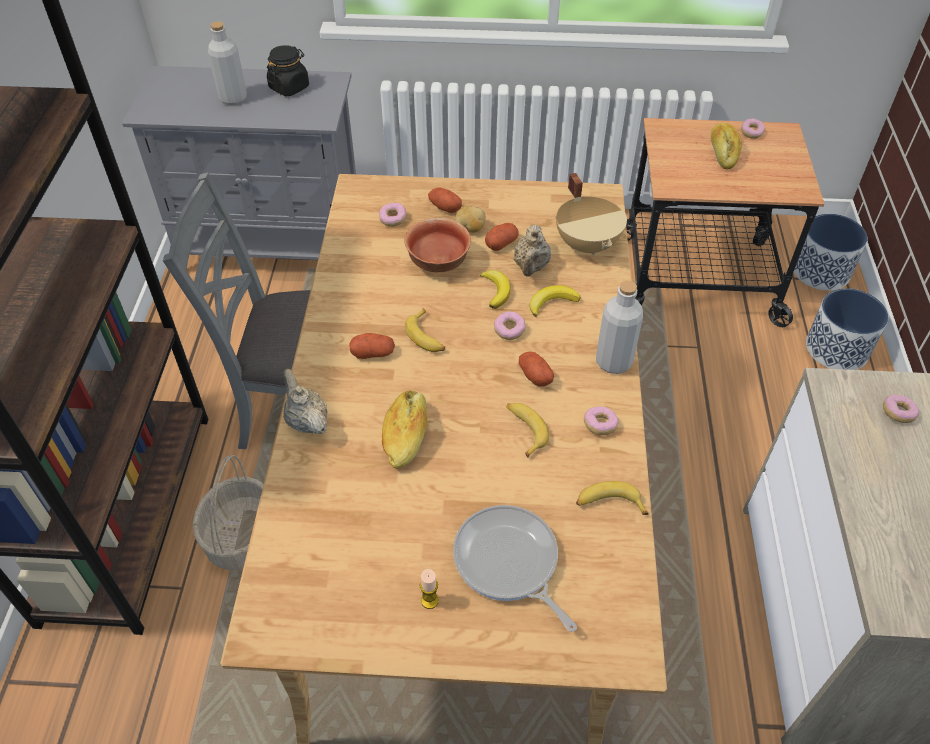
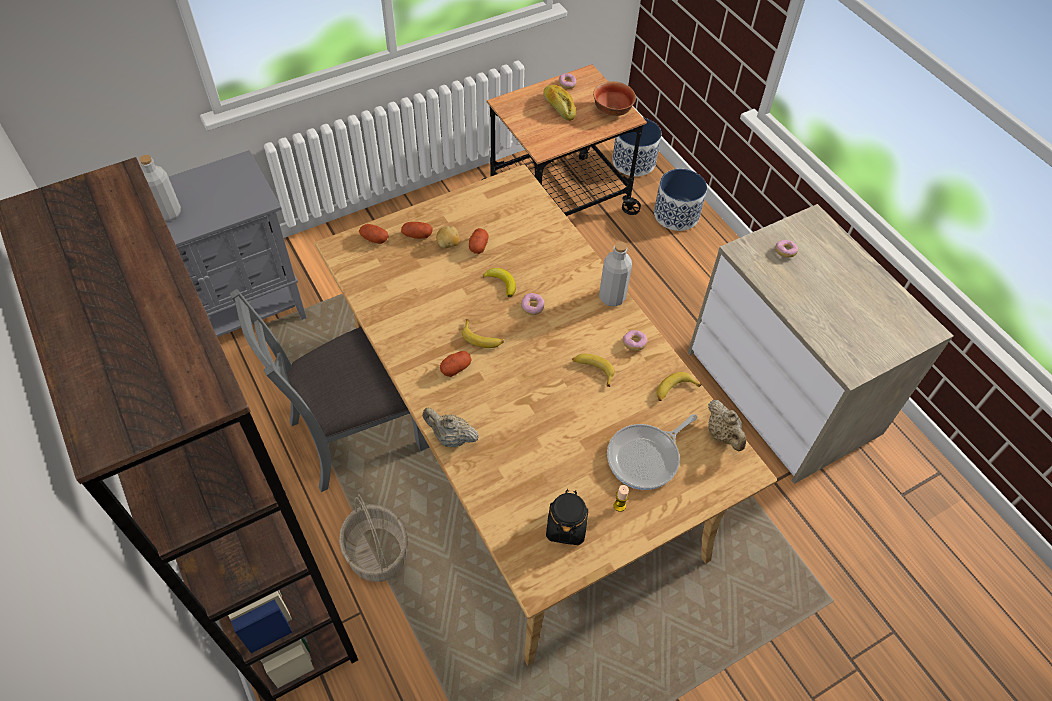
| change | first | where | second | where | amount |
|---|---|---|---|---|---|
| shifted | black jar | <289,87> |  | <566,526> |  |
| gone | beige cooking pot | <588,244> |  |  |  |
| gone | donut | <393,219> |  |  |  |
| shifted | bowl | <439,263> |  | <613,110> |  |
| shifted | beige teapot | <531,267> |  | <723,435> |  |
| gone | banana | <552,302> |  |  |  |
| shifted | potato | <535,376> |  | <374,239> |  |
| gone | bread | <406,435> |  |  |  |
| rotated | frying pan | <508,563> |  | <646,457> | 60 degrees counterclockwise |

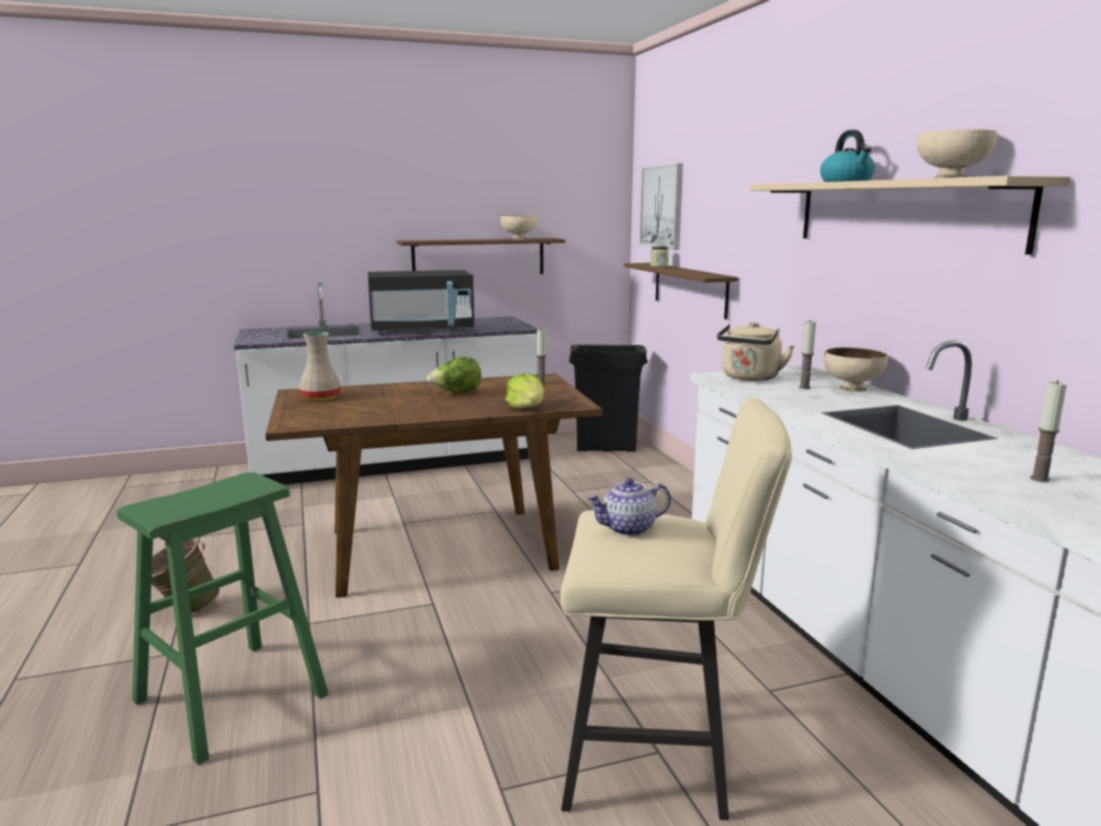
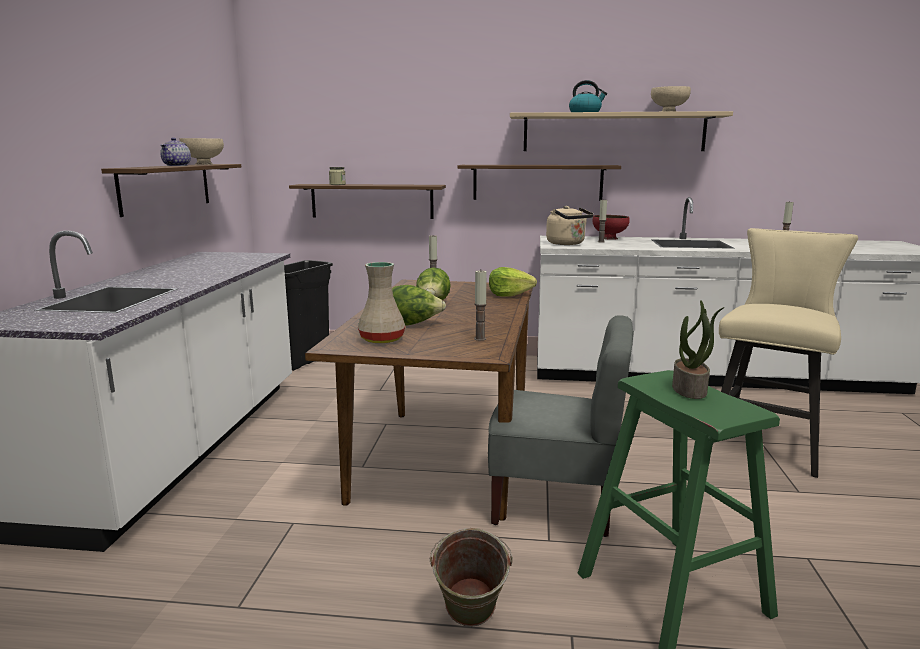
| change | first | where | second | where | amount |
|---|---|---|---|---|---|
| gone | picture | <662,207> |  |  |  |
| gone | black microwave | <422,330> |  |  |  |
| repainted | beige bowl | <852,388> | red bowl | <609,238> |  |
| shifted | teapot | <628,529> |  | <177,165> |  |
| new |  |  | brown shelf | <537,182> |  |
| new |  |  | candle | <480,339> |  |
| new |  |  | lettuce | <413,324> |  |
| new |  |  | potted plant | <690,390> |  |
| new |  |  | grey chair | <555,503> |  |

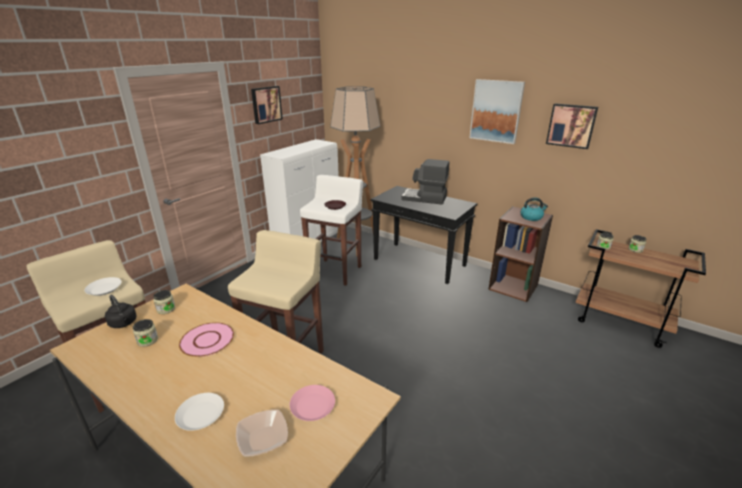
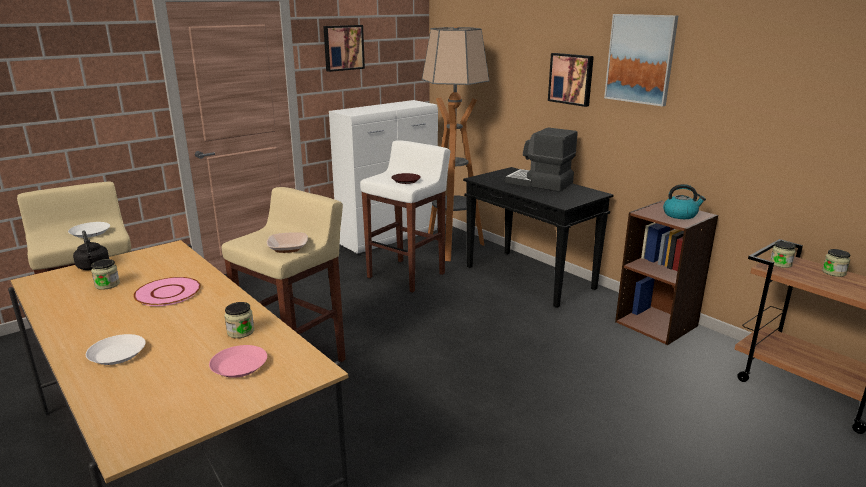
| change | first | where | second | where | amount |
|---|---|---|---|---|---|
| shifted | picture | <571,125> |  | <571,79> |  |
| shifted | jar | <166,309> |  | <240,332> |  |
| shifted | bowl | <263,439> |  | <288,248> |  |

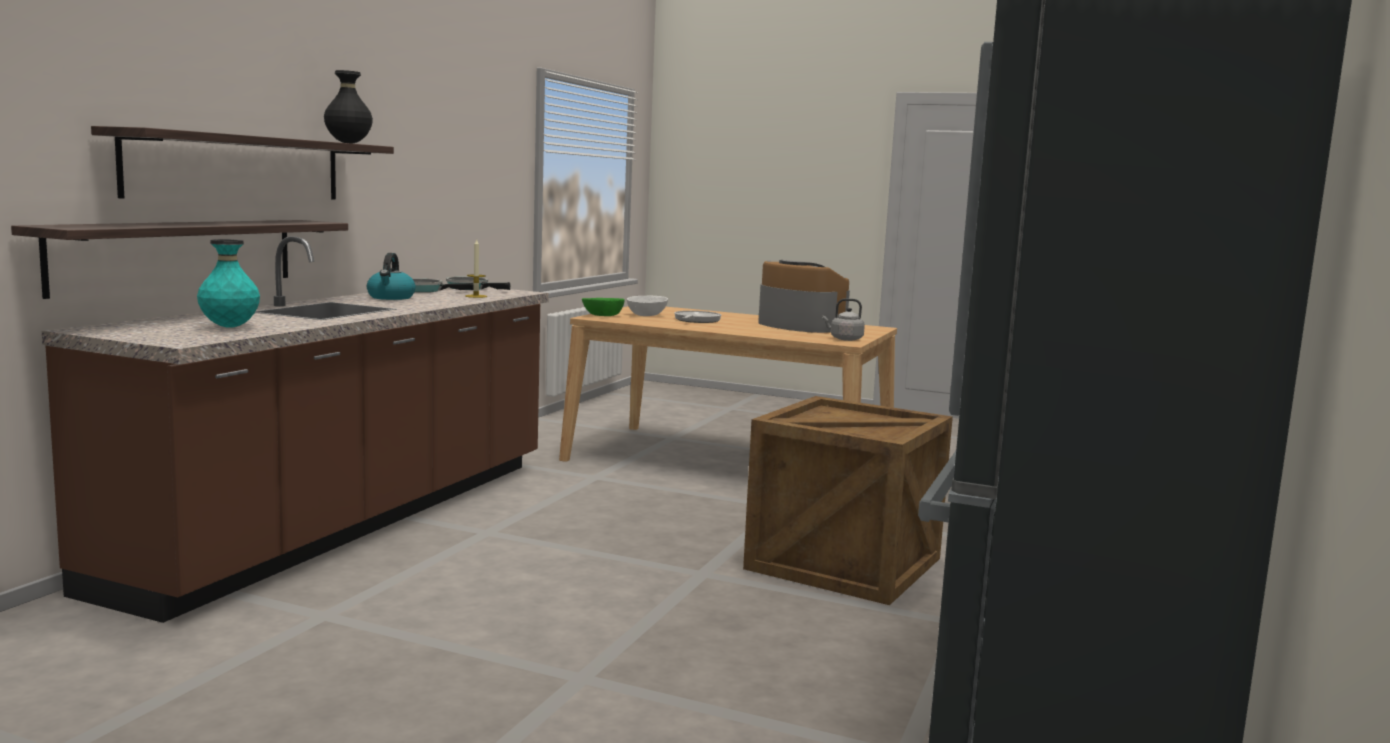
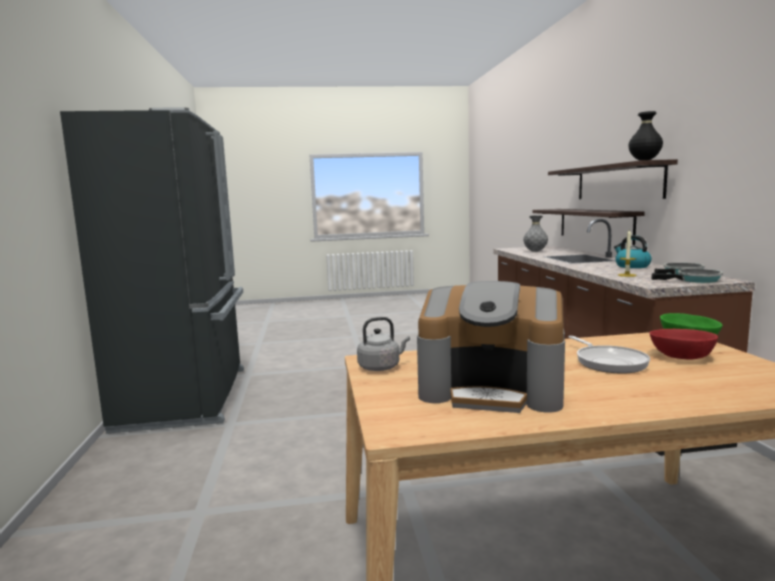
| change | first | where | second | where | amount |
|---|---|---|---|---|---|
| repainted | turquoise vase | <229,327> | grey vase | <535,251> |  |
| repainted | white bowl | <646,315> | red bowl | <682,357> |  |
| gone | crate | <847,563> |  |  |  |

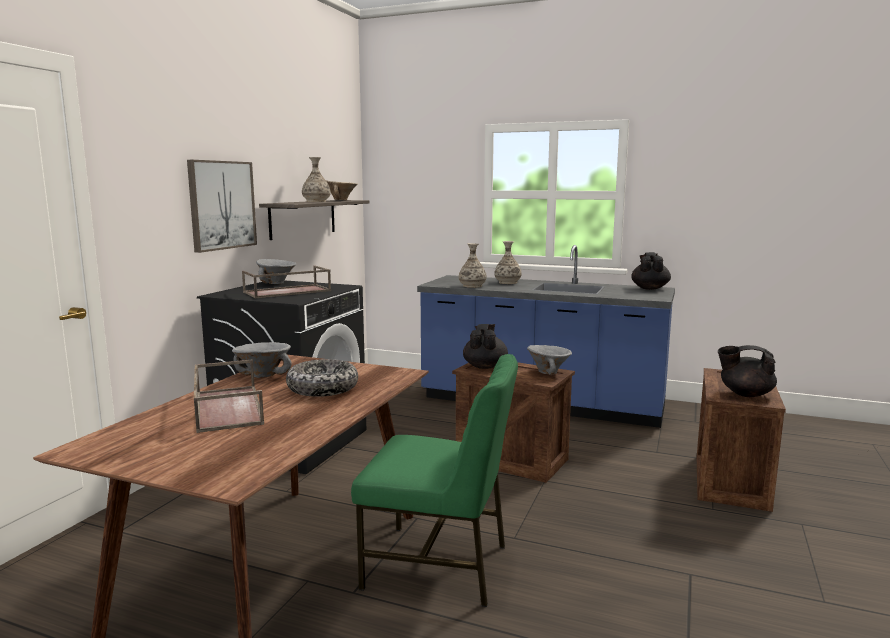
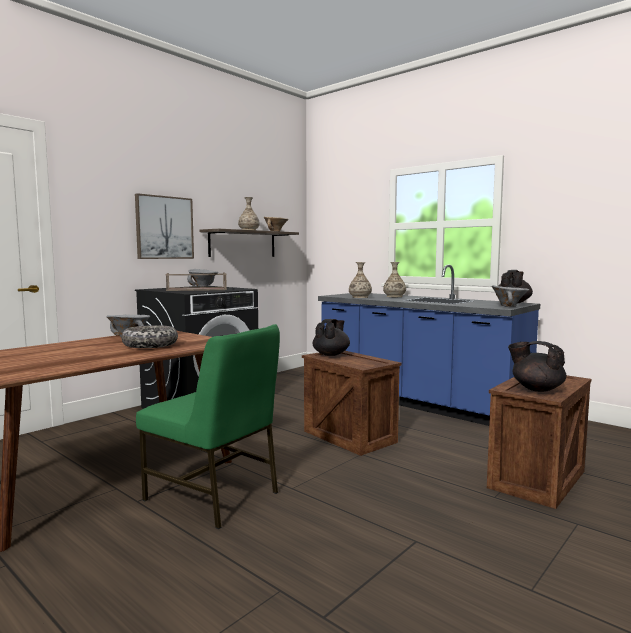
| change | first | where | second | where | amount |
|---|---|---|---|---|---|
| shifted | grey bowl | <549,372> |  | <509,306> |  |
| gone | brown tray | <226,408> |  |  |  |

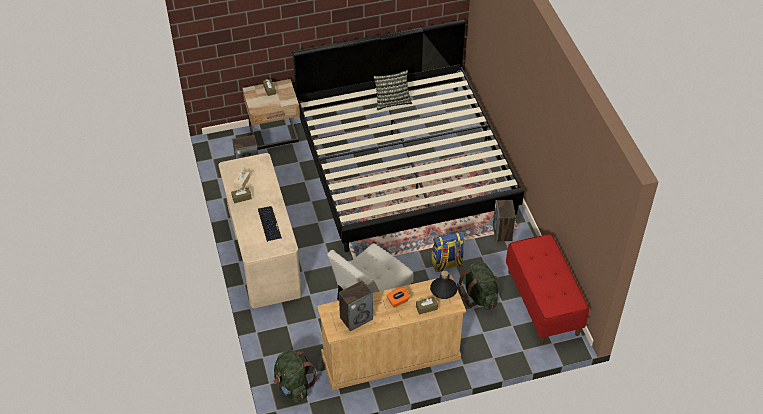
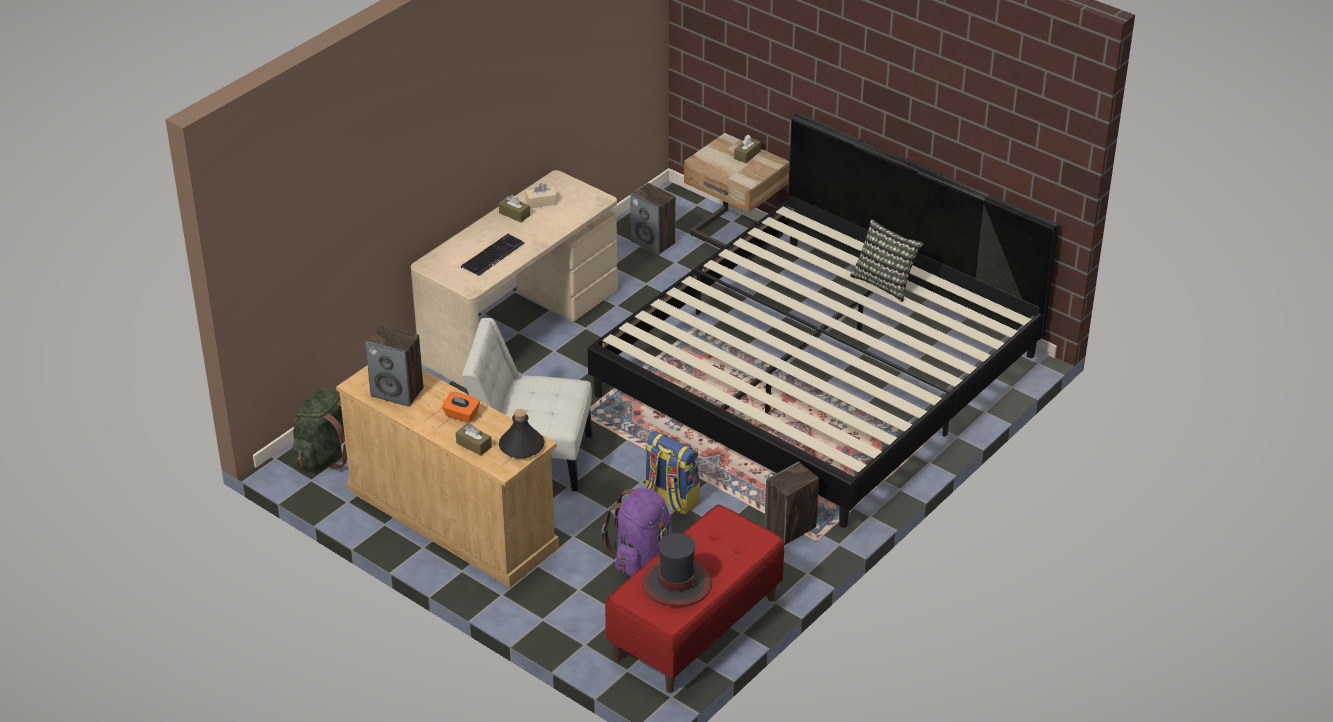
| change | first | where | second | where | amount |
|---|---|---|---|---|---|
| repainted | green backpack | <479,296> | purple backpack | <641,557> |  |
| new |  |  | hat | <676,583> |  |

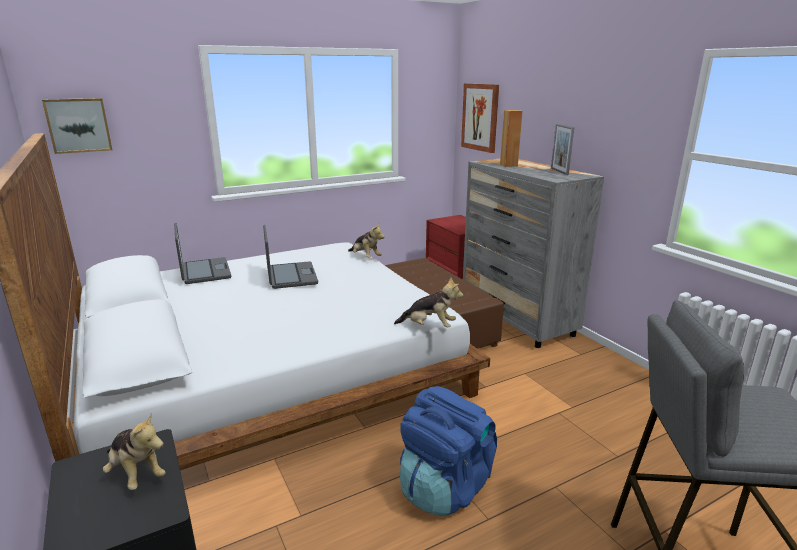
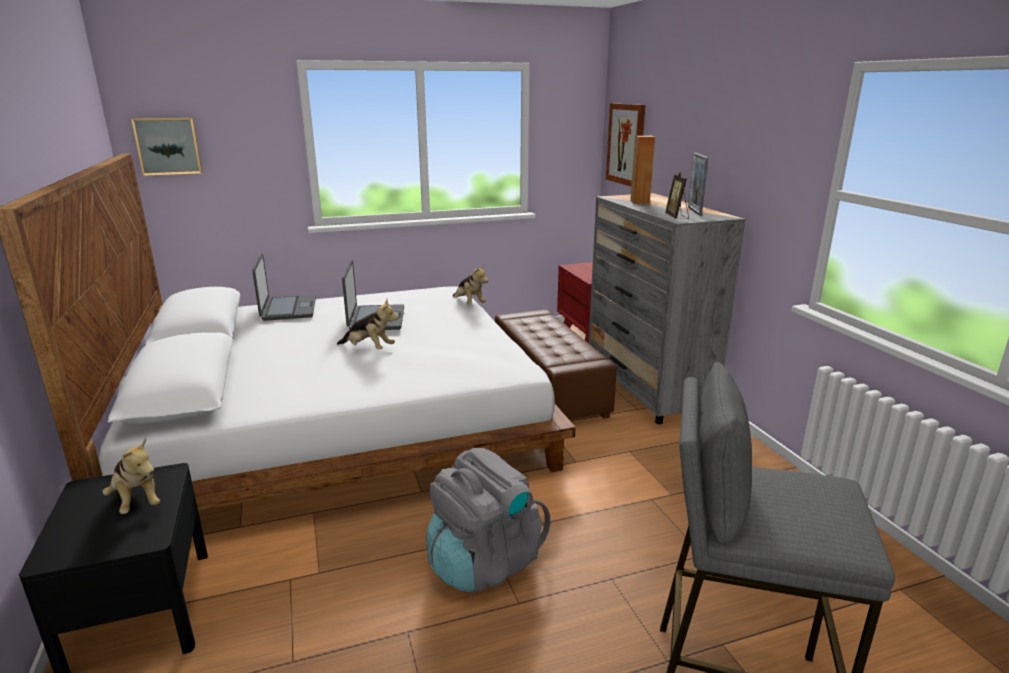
| change | first | where | second | where | amount |
|---|---|---|---|---|---|
| shifted | plush toy | <429,326> |  | <369,349> |  |
| repainted | blue backpack | <445,486> | grey backpack | <484,563> |  |
| new |  |  | picture frame | <677,217> |  |

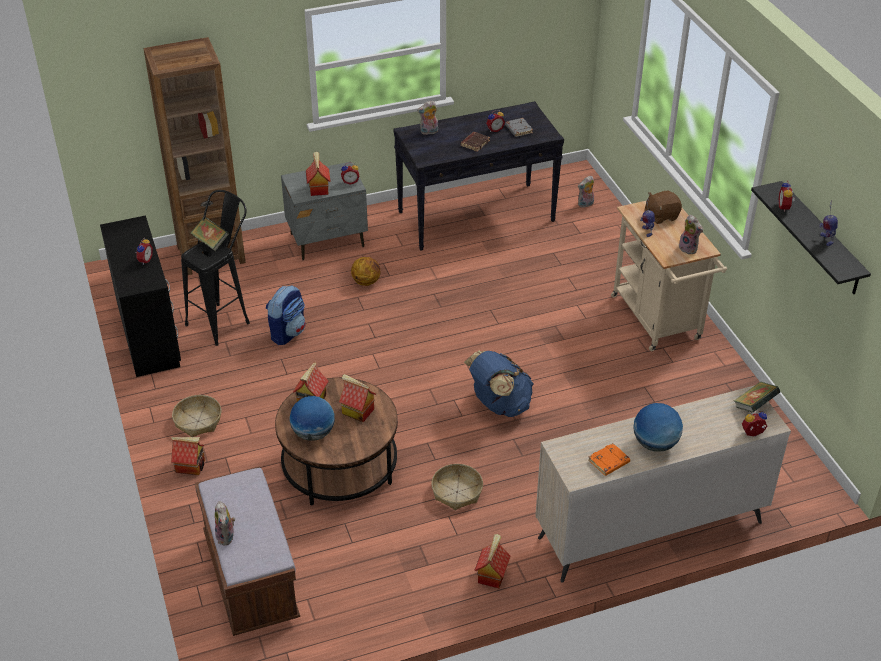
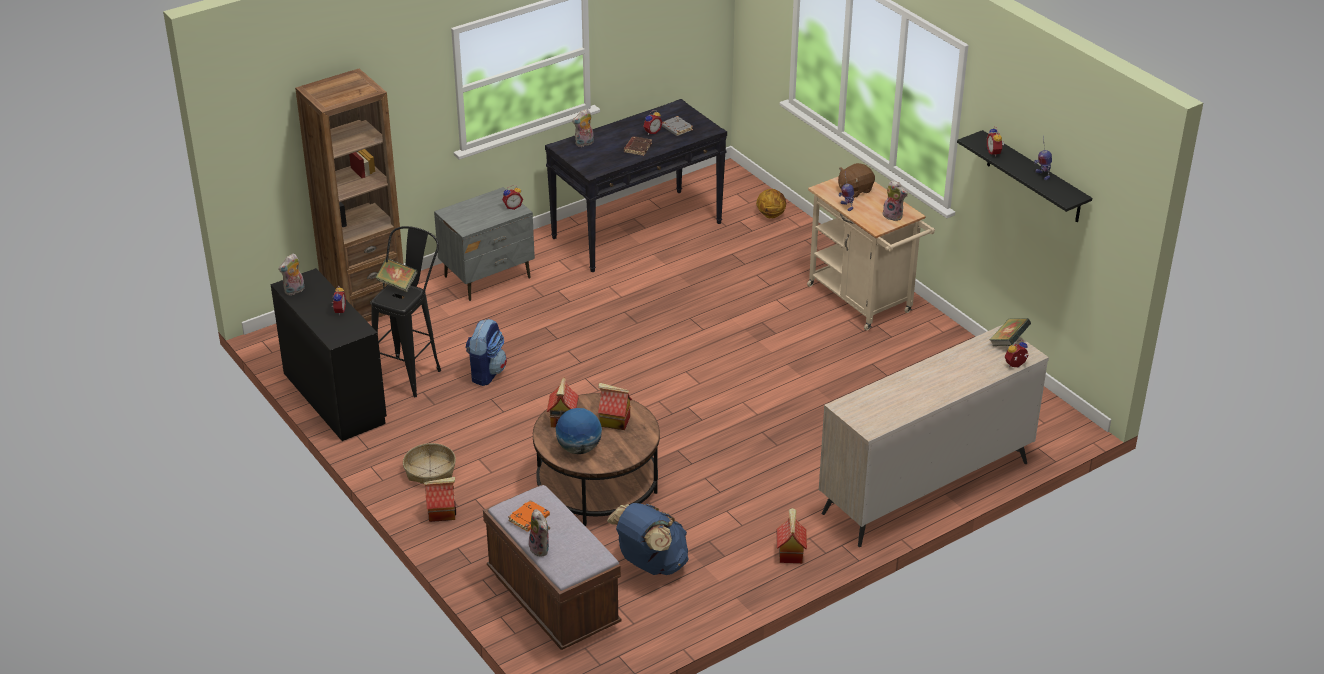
| change | first | where | second | where | amount |
|---|---|---|---|---|---|
| gone | toy house | <318,188> |  |  |  |
| shifted | plush toy | <585,204> |  | <294,291> |  |
| shifted | basketball | <366,281> |  | <771,215> |  |
| shifted | blue backpack | <499,405> |  | <650,564> |  |
| gone | globe | <655,444> |  |  |  |
| shifted | orange book | <609,462> |  | <529,519> |  |
| gone | basket | <457,492> |  |  |  |

